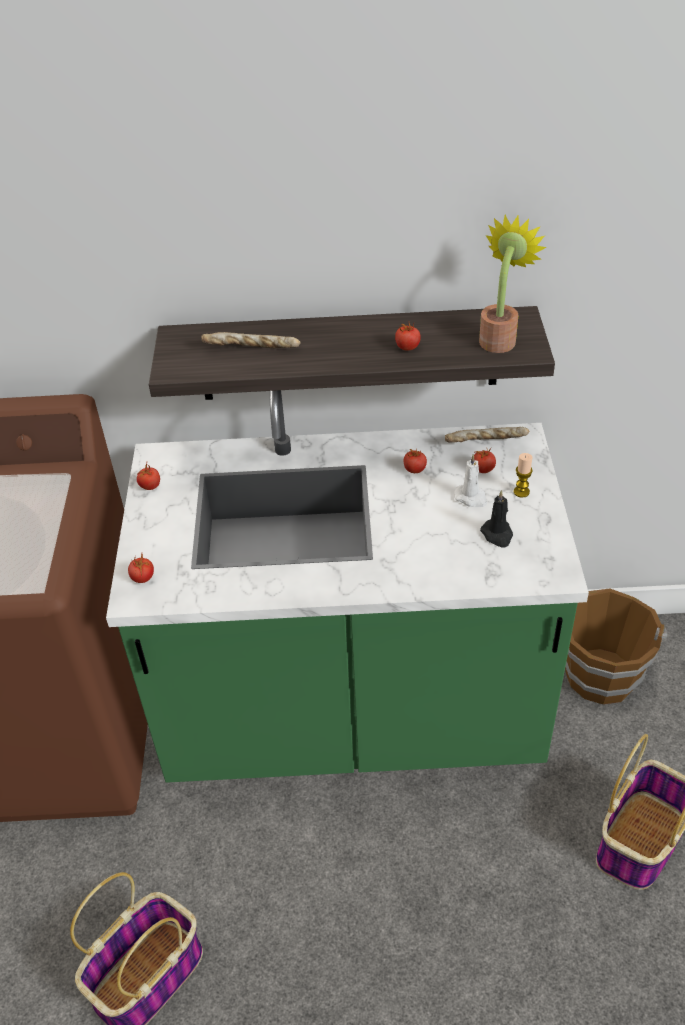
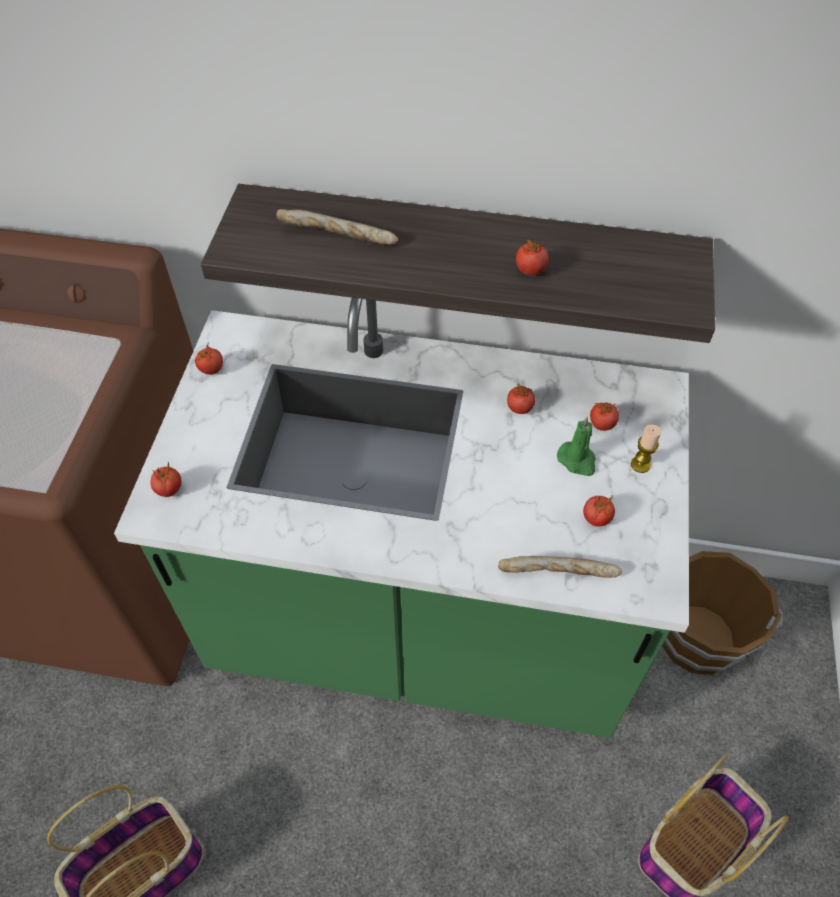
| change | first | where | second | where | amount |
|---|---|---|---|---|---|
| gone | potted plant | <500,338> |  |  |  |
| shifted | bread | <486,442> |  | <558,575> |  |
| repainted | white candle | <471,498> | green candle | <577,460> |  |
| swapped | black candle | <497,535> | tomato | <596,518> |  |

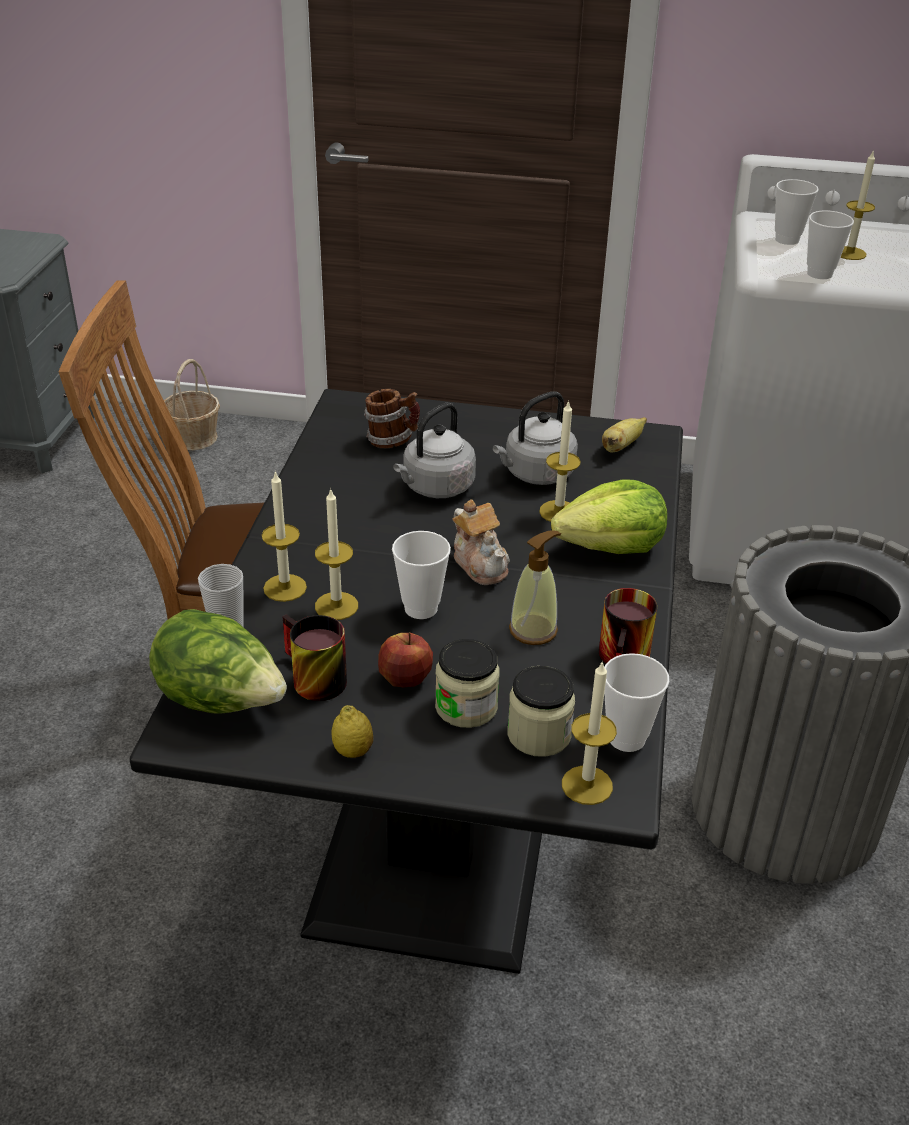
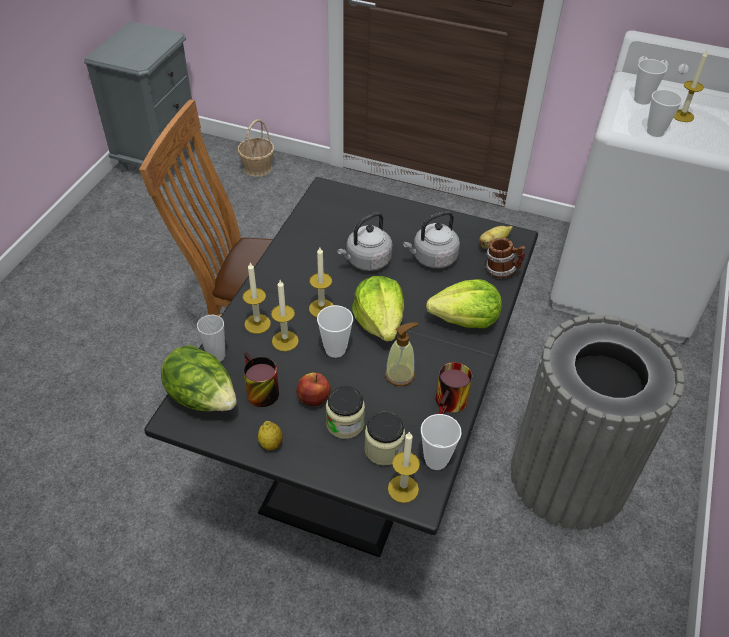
| change | first | where | second | where | amount |
|---|---|---|---|---|---|
| shifted | mug | <392,441> |  | <502,271> |  |
| shifted | candle | <559,512> |  | <321,308> |  |
| swapped | teapot | <480,563> | lettuce | <380,321> |  |

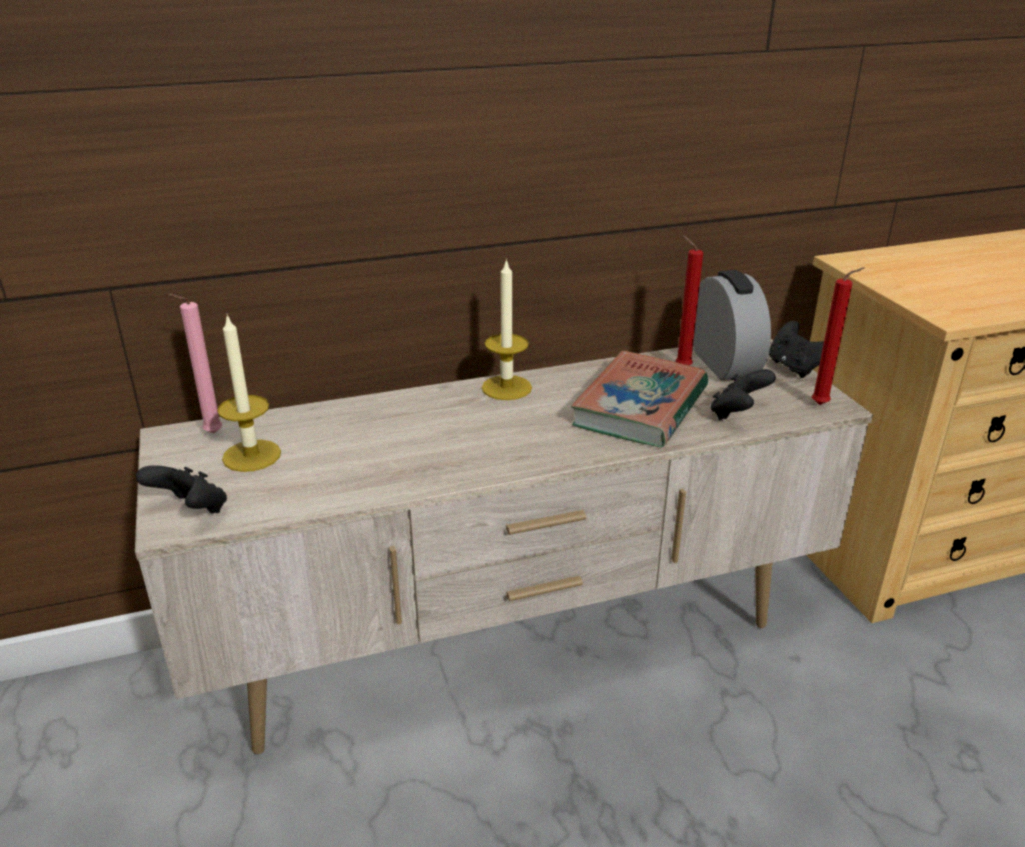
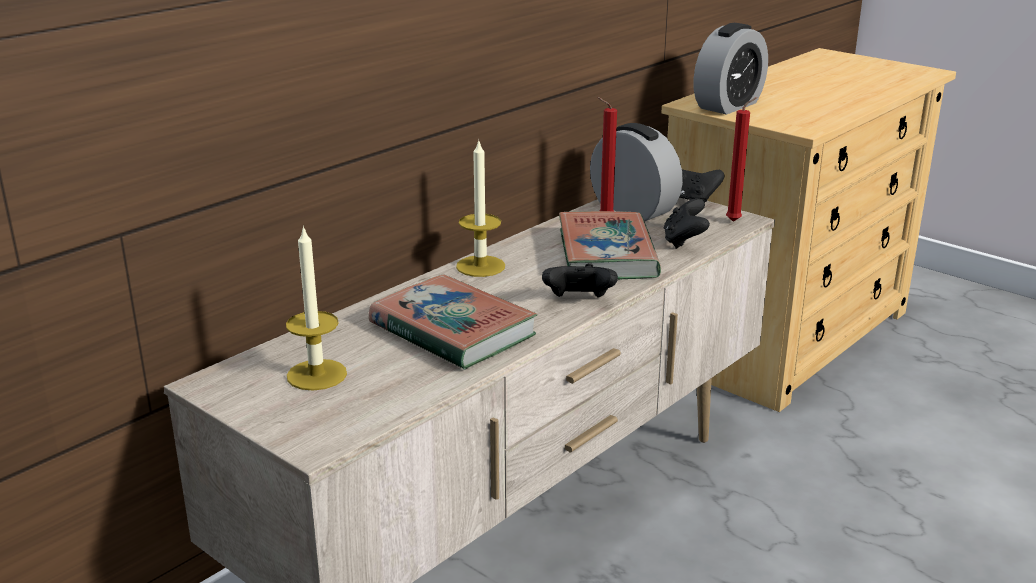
| change | first | where | second | where | amount |
|---|---|---|---|---|---|
| gone | pink candle | <210,434> |  |  |  |
| shifted | black game controller | <191,511> |  | <578,301> |  |
| new |  |  | alarm clock | <728,105> |  |
| new |  |  | book | <452,330> |  |

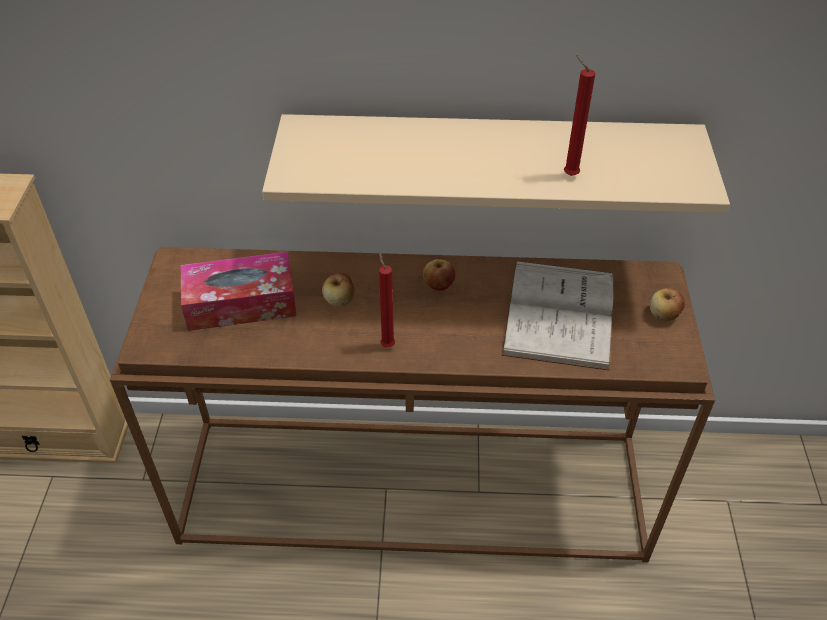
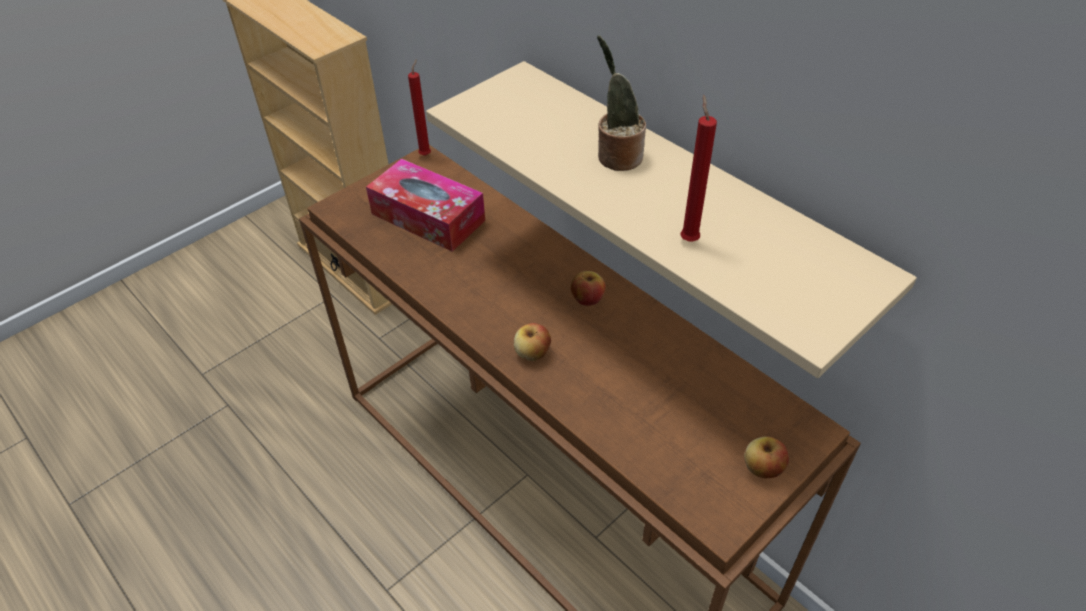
| change | first | where | second | where | amount |
|---|---|---|---|---|---|
| shifted | red candle | <387,344> |  | <426,154> |  |
| gone | white book | <559,313> |  |  |  |
| shifted | apple | <339,300> |  | <532,353> |  |
| new |  |  | potted plant | <617,156> |  |

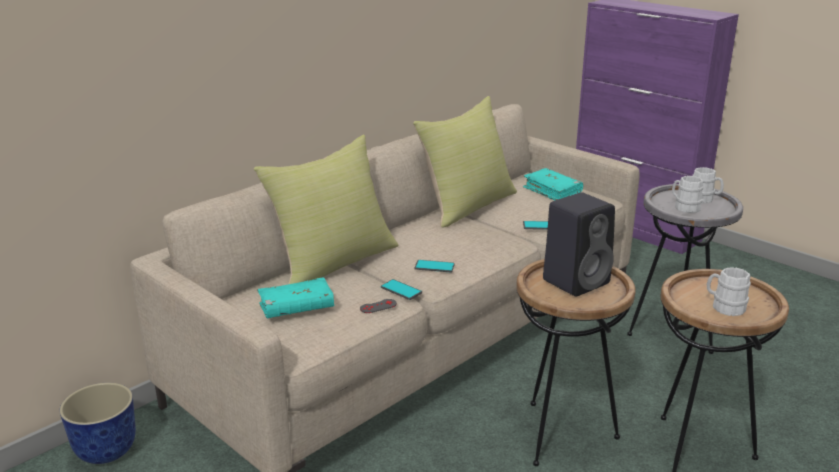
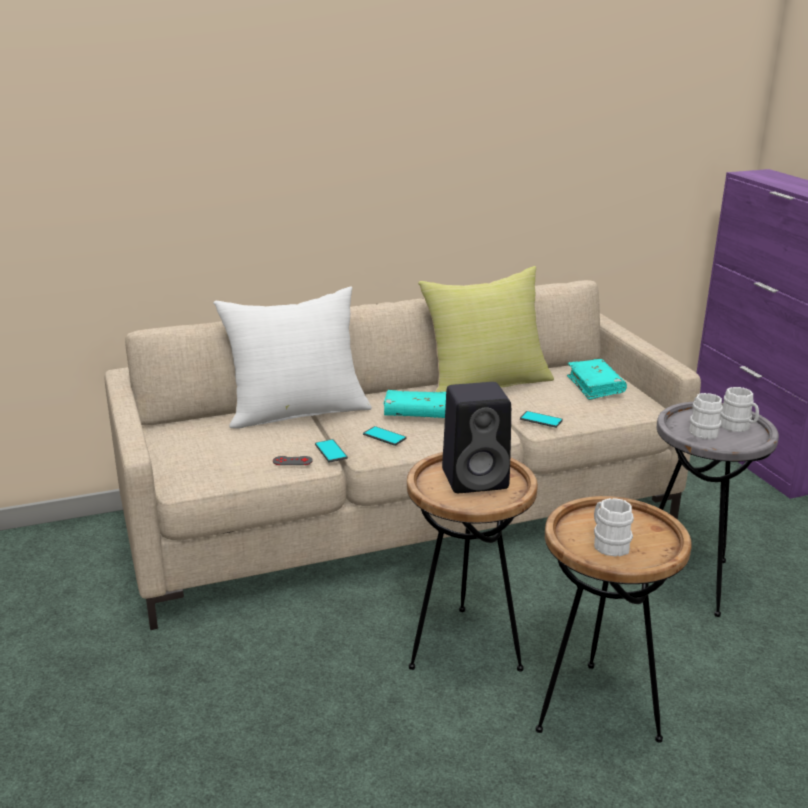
| change | first | where | second | where | amount |
|---|---|---|---|---|---|
| repainted | yellow pillow | <334,262> | white pillow | <297,411> |  |
| shifted | turquoise book | <296,308> |  | <416,413> |  |
| gone | planter | <107,450> |  |  |  |

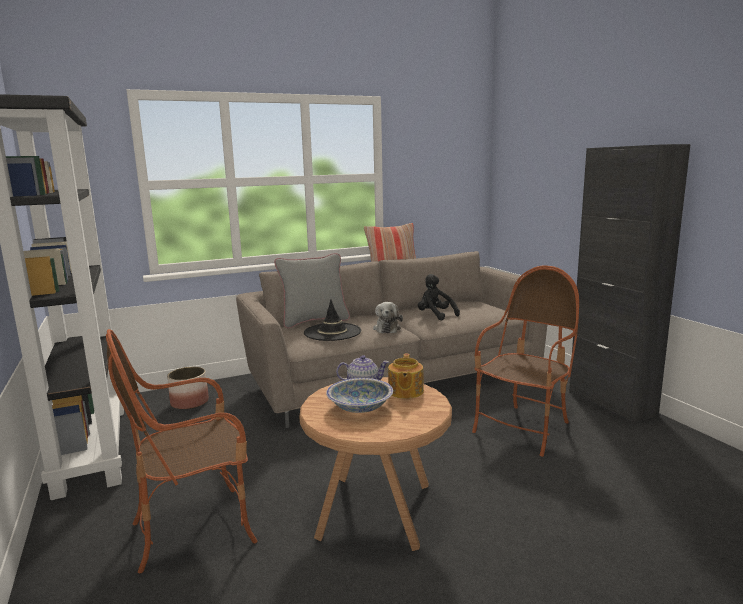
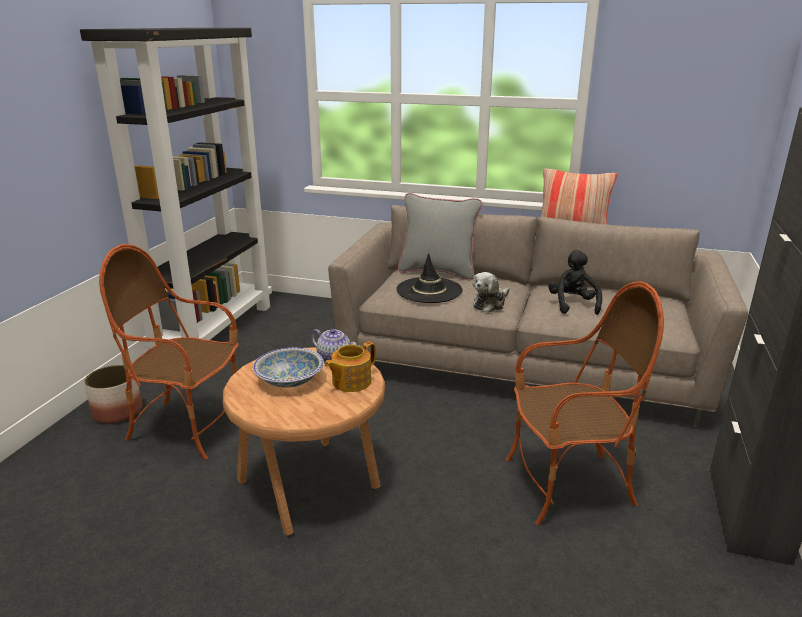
| change | first | where | second | where | amount |
|---|---|---|---|---|---|
| shifted | planter | <189,403> |  | <117,411> |  |

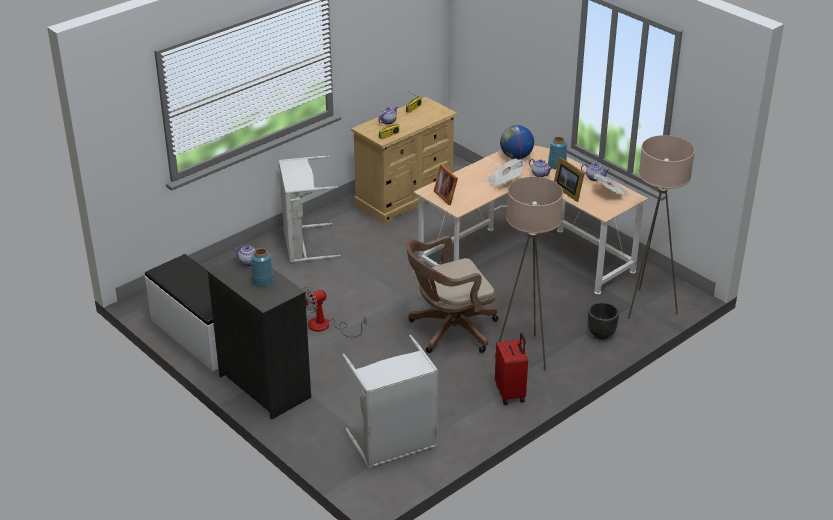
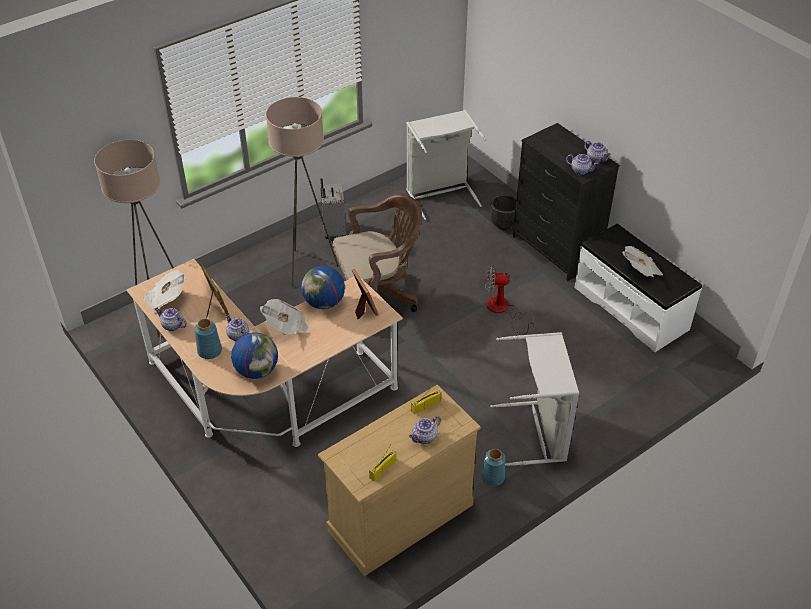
| change | first | where | second | where | amount |
|---|---|---|---|---|---|
| shifted | blue vase | <263,281> |  | <492,477> |  |
| rotated | fan | <326,326> |  | <502,310> | 150 degrees counterclockwise |
| shifted | black planter | <601,334> |  | <503,225> |  |
| repainted | red suitcase | <511,393> | grey suitcase | <333,231> |  |
| new |  |  | teapot | <596,159> |  |
| new |  |  | newspaper | <641,270> |  |
| new |  |  | globe | <324,303> |  |

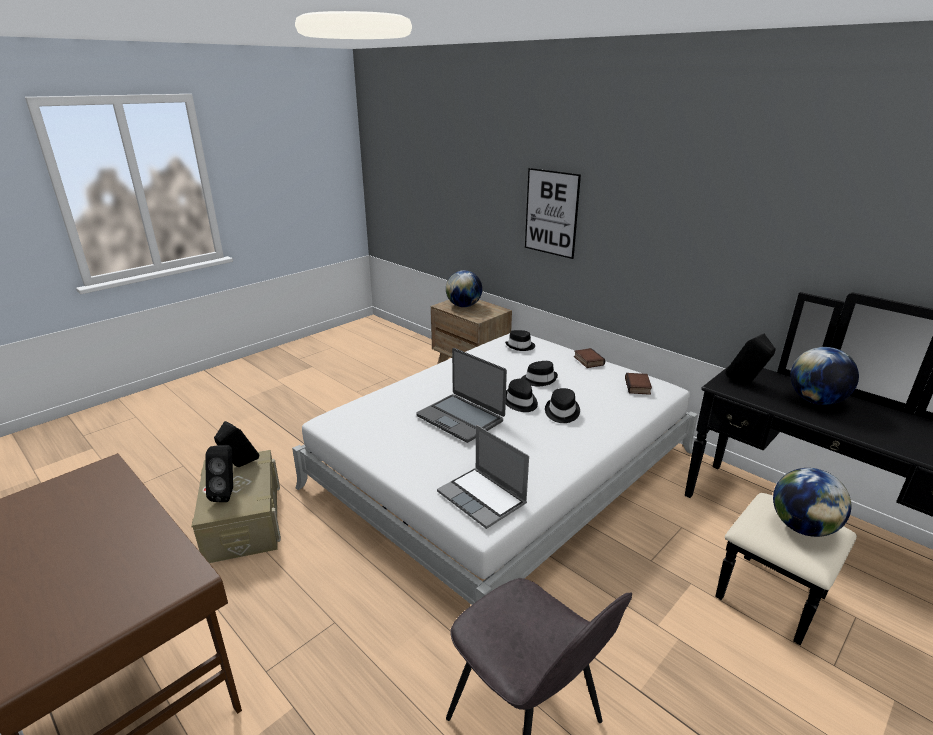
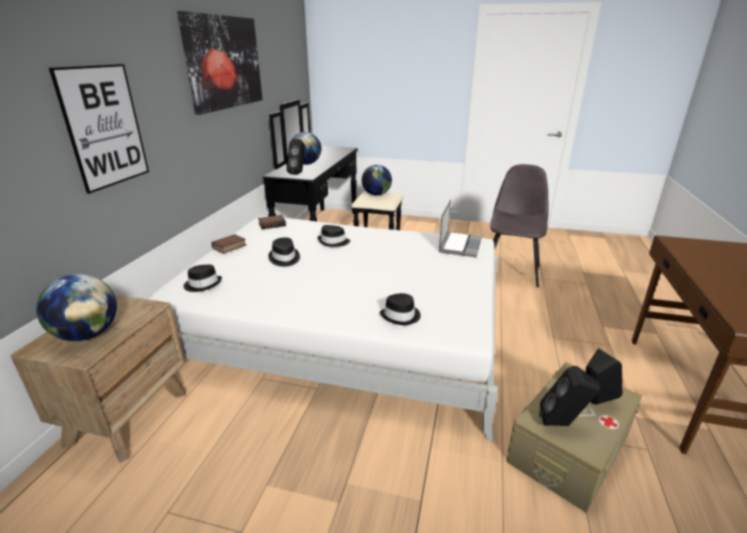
| change | first | where | second | where | amount |
|---|---|---|---|---|---|
| gone | laptop | <461,418> |  |  |  |
| shifted | black hat | <520,402> |  | <401,316> |  |
| new |  |  | picture | <224,62> |  |

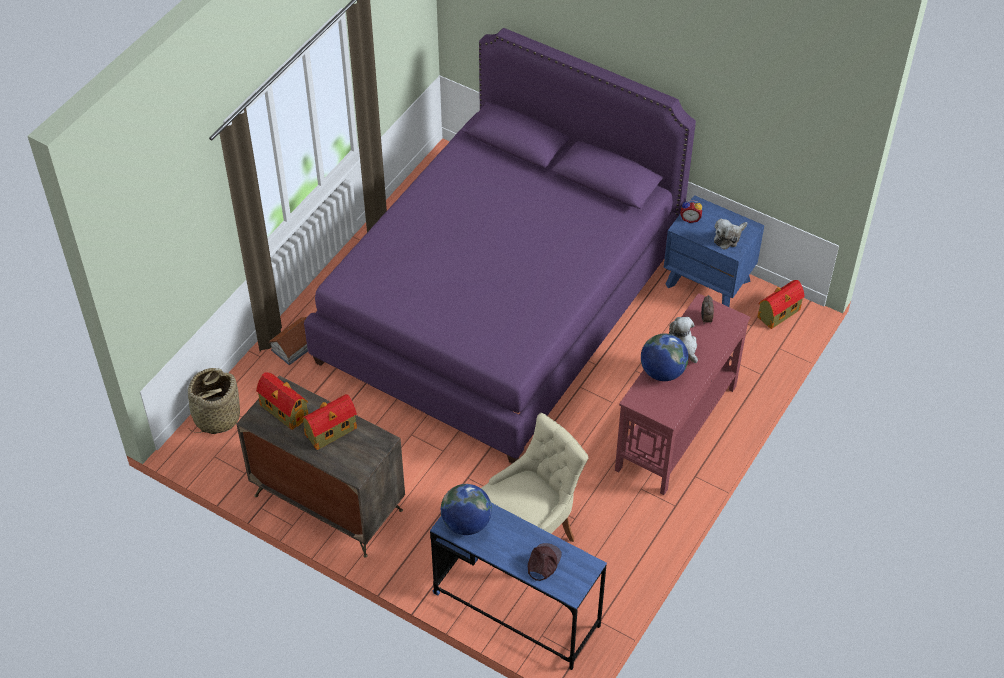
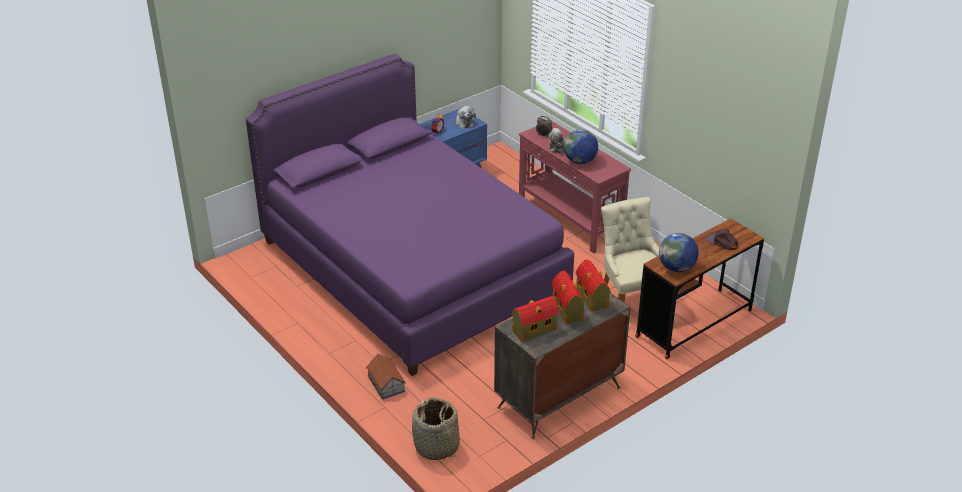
| change | first | where | second | where | amount |
|---|---|---|---|---|---|
| shifted | toy house | <777,314> |  | <592,298> |  |
| repainted | blue desk | <516,610> | brown desk | <694,323> |  |

